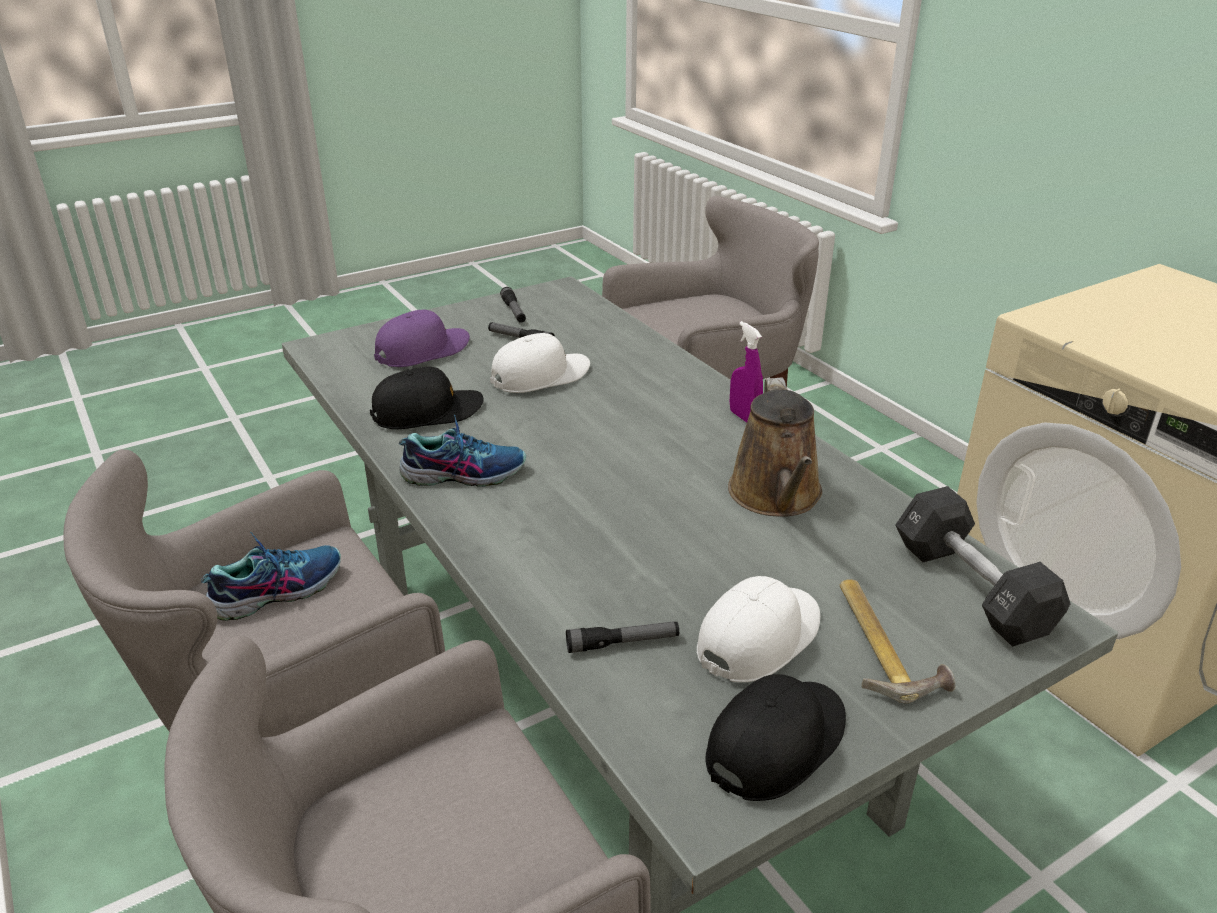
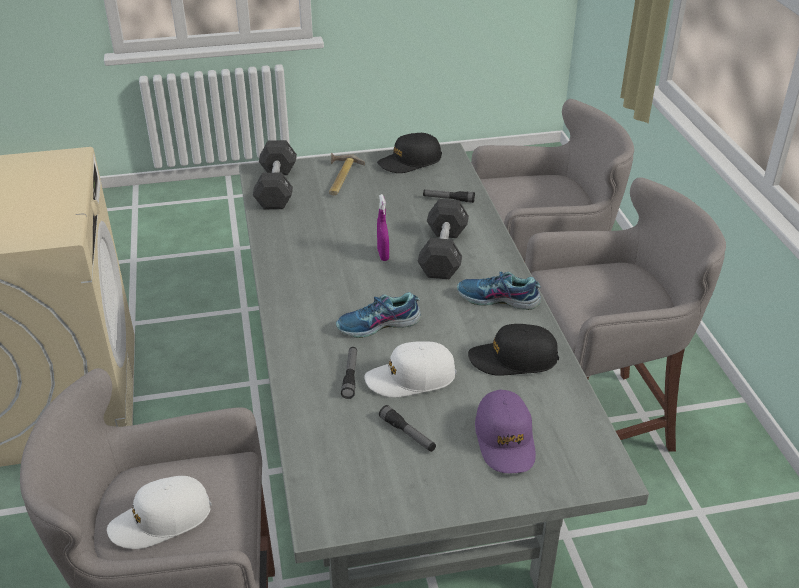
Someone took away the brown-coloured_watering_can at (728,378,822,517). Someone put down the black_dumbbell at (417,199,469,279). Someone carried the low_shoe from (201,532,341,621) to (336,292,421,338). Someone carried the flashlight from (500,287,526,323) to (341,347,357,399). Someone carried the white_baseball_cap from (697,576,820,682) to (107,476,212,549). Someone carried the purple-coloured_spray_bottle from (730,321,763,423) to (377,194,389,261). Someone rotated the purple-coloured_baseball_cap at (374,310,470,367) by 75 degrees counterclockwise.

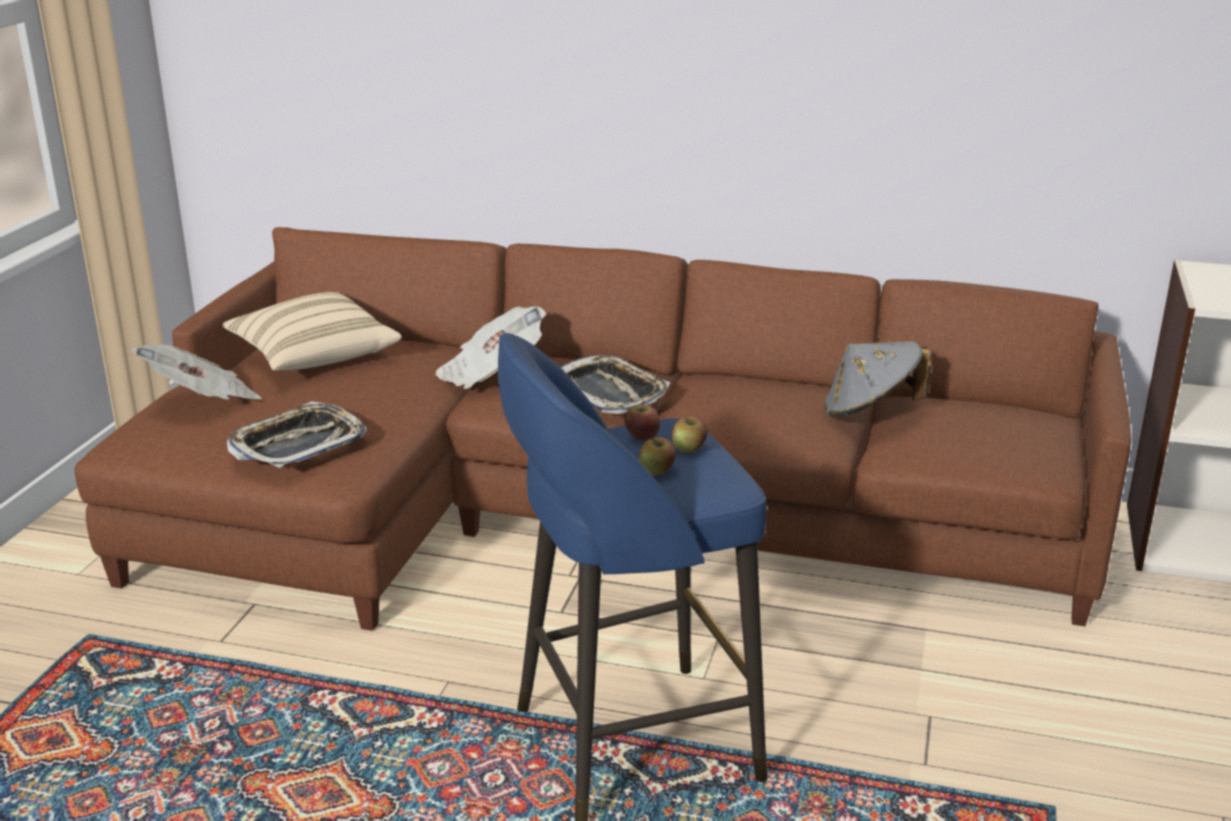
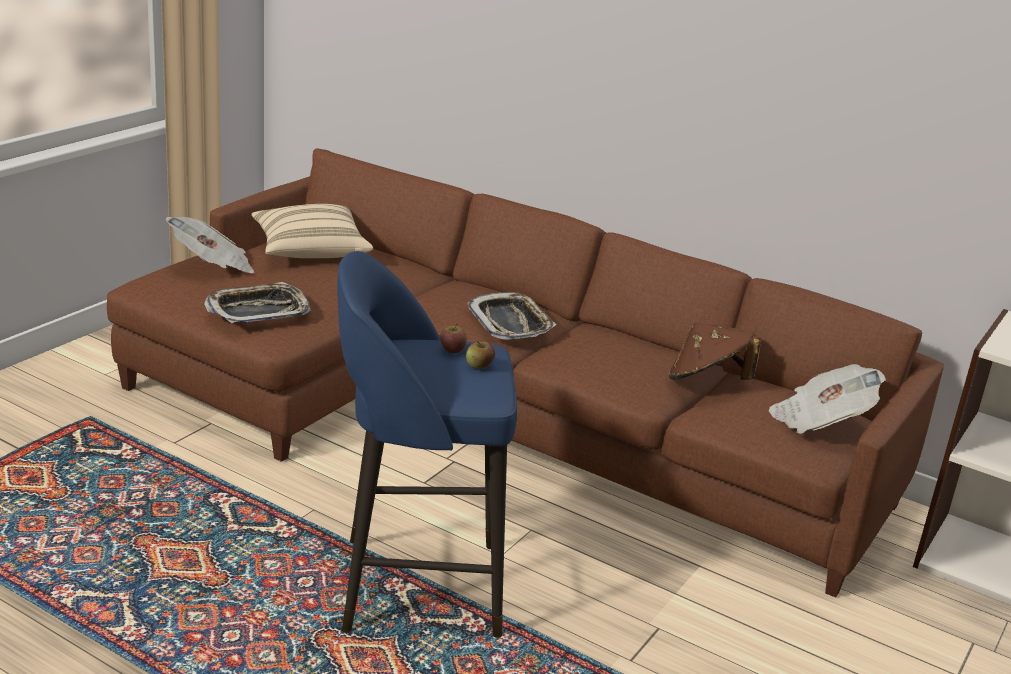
Someone took away the apple at (639,437,676,475). Someone carried the newspaper from (436,306,546,389) to (768,364,886,434). Someone repainted the grey_clothing_hat at (824,341,932,418), which became the brown-coloured_clothing_hat at (669,322,761,380).

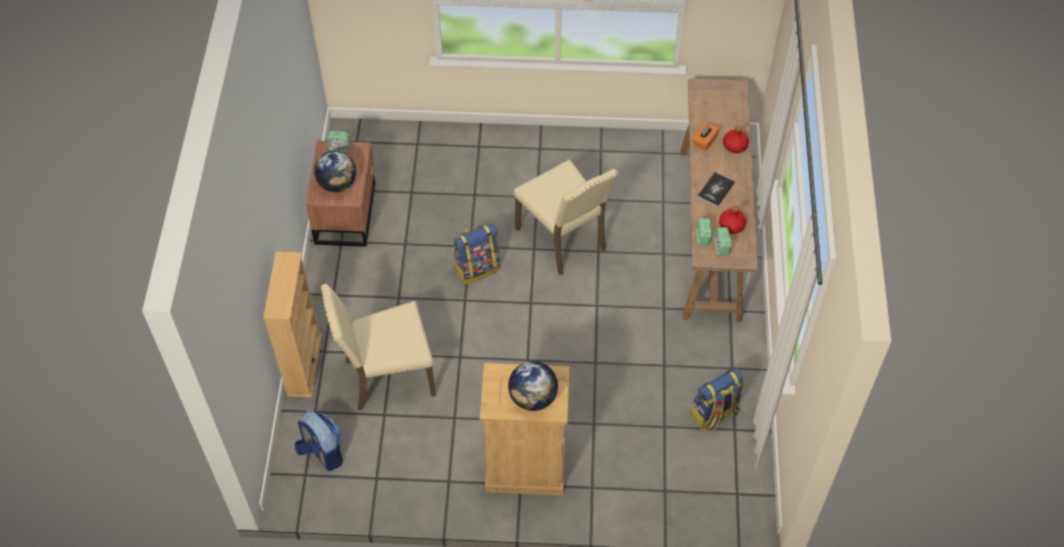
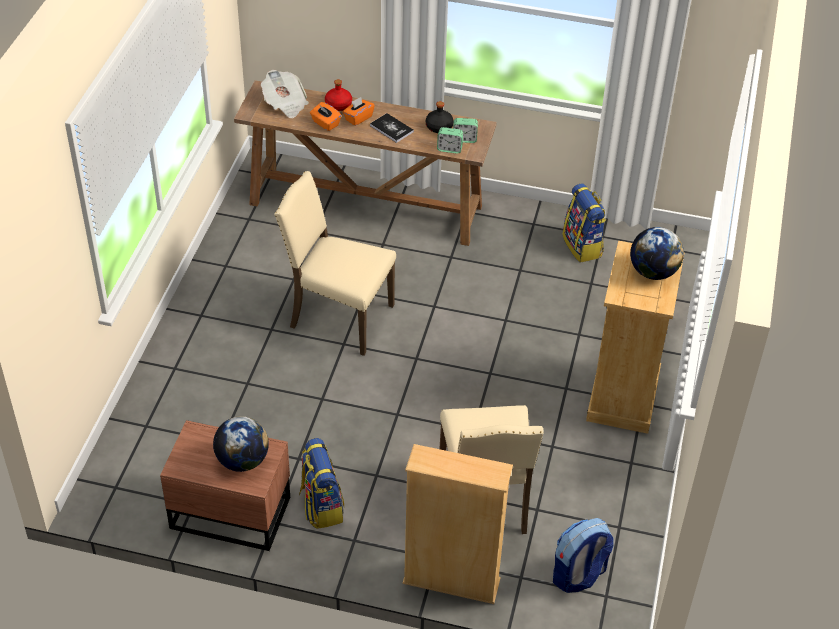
Someone took away the table_clock at (326,131,350,152). Someone put down the newspaper at (261,70,309,118). Someone put down the orangey_box_of_tissues at (343,97,375,126). Someone carried the rucksack from (453,223,500,284) to (299,438,344,529). Someone repainted the red-coloured_beverage_bottle at (719,205,746,234), which became the black_beverage_bottle at (426,101,454,133). Someone rotated the beige_chair at (514,160,618,276) by 135 degrees counterclockwise.

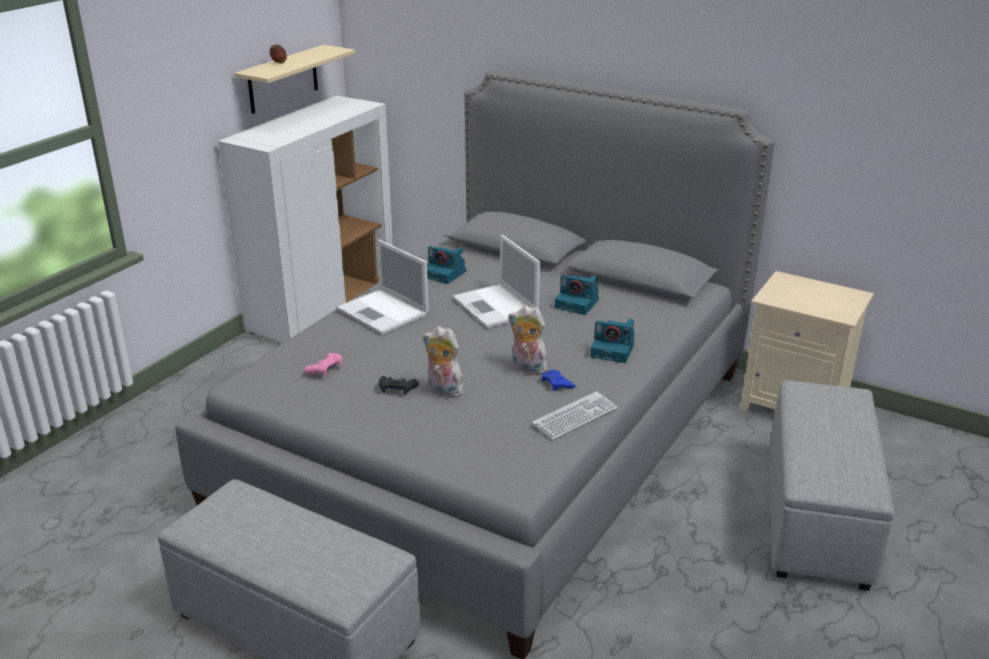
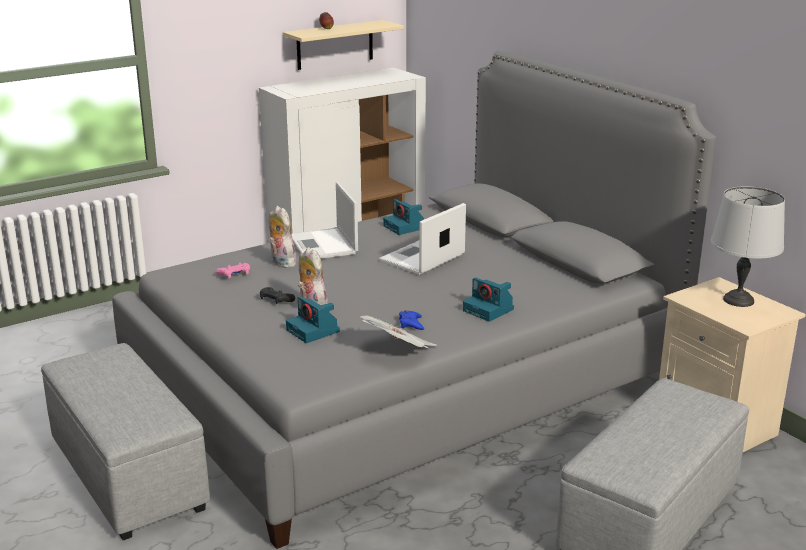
Someone put down the grey_tabletop_lamp at (711,186,785,307). Someone carried the cuddly_toy from (508,305,547,375) to (268,206,296,268). Someone carried the still_camera from (555,275,599,315) to (286,296,340,343). Someone swapped the keyboard at (532,391,618,440) for the newspaper at (360,315,437,348). Someone rotated the laptop at (453,235,540,328) by 45 degrees clockwise.

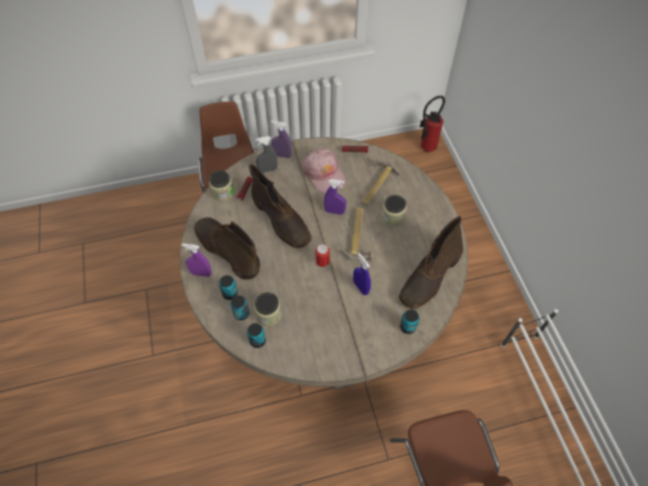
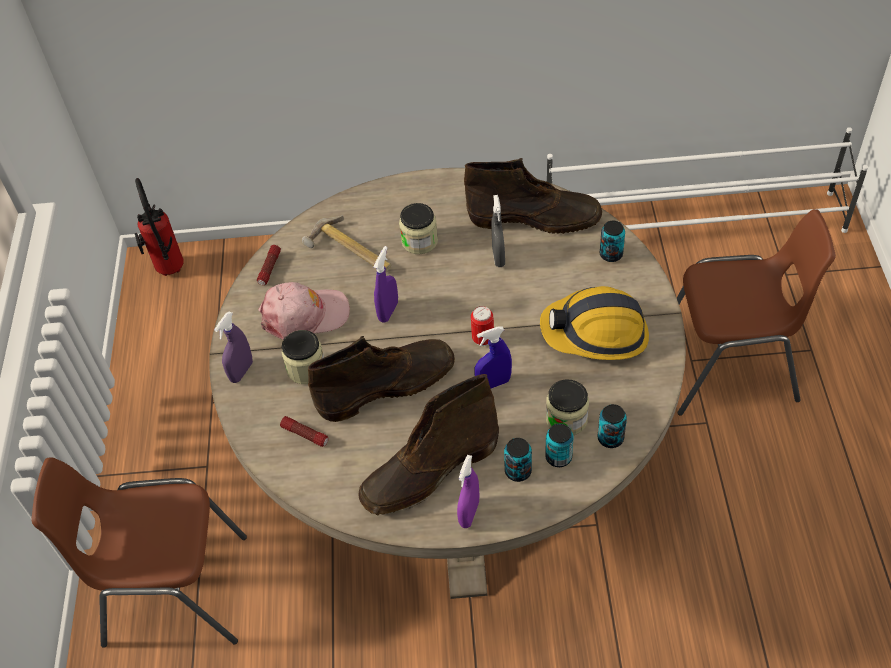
Someone took away the hammer at (340,207,372,261). Someone put down the hard_hat at (540,286,649,360). Someone carried the storage_jar from (209,170,234,202) to (282,330,324,384). Someone carried the grey_spray_bottle from (256,136,277,173) to (491,195,505,267). Someone carried the bluish_spray_bottle from (353,253,371,295) to (474,326,512,389). Someone rotated the brown-coloured_tall_boot at (399,216,463,309) by 45 degrees counterclockwise.

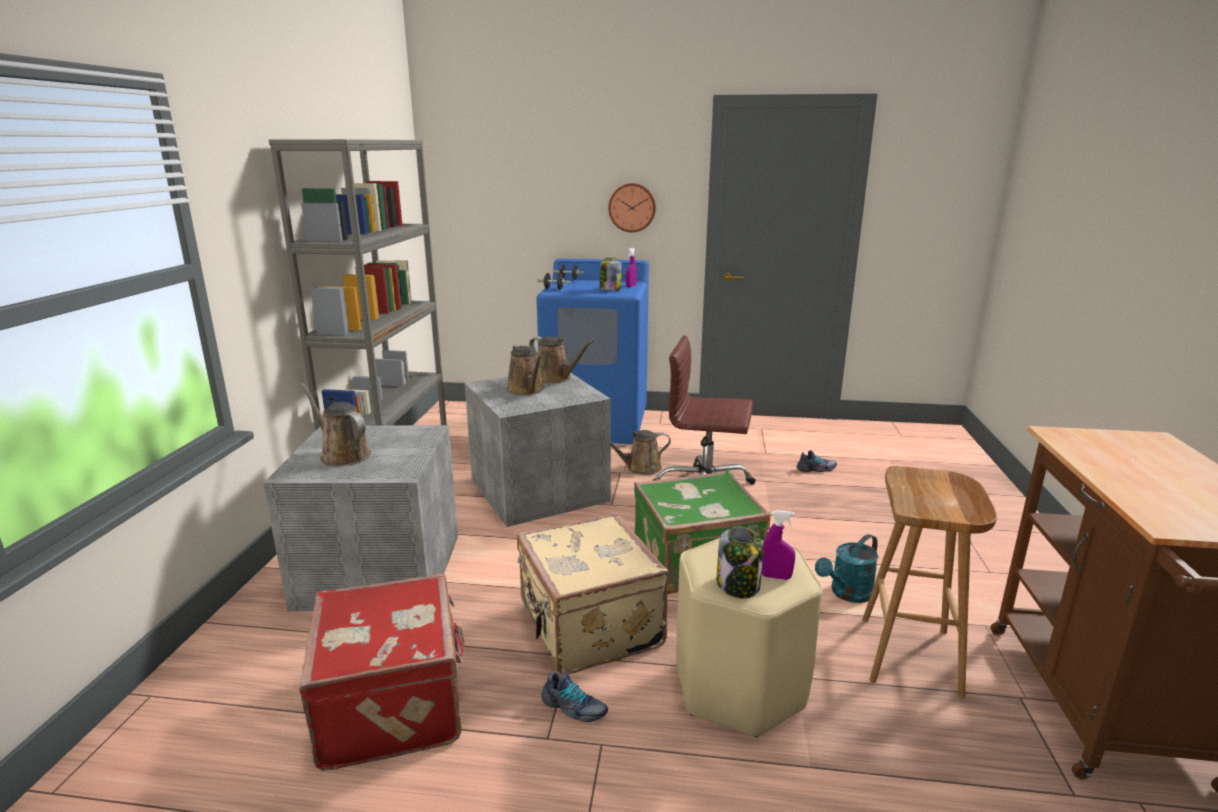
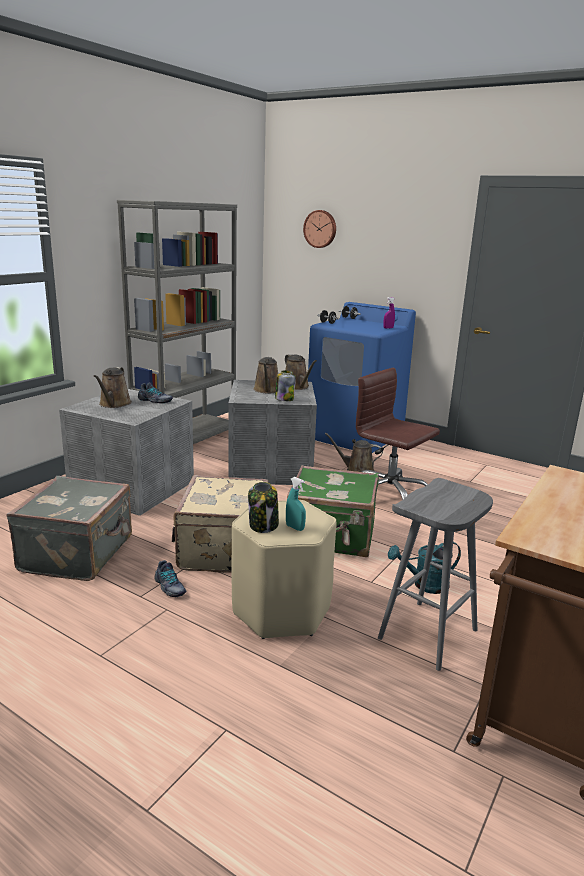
Someone carried the storage_jar from (600,258,622,291) to (275,370,296,401). Someone carried the clock_on_the_wall from (608,183,656,232) to (303,210,336,248). Someone carried the low_shoe from (797,450,837,472) to (138,382,173,403). Someone repainted the red-coloured_travel_case at (299,574,464,771), which became the grey_travel_case at (6,476,132,581). Someone repainted the purple-coloured_spray_bottle at (762,510,795,580), which became the turquoise-coloured_spray_bottle at (286,477,306,531). Someone repainted the brown-coloured_stool at (862,466,997,698), which became the grey_stool at (378,478,493,671). Someone rotated the brown-coloured_watering_can at (301,383,371,466) by 150 degrees counterclockwise.

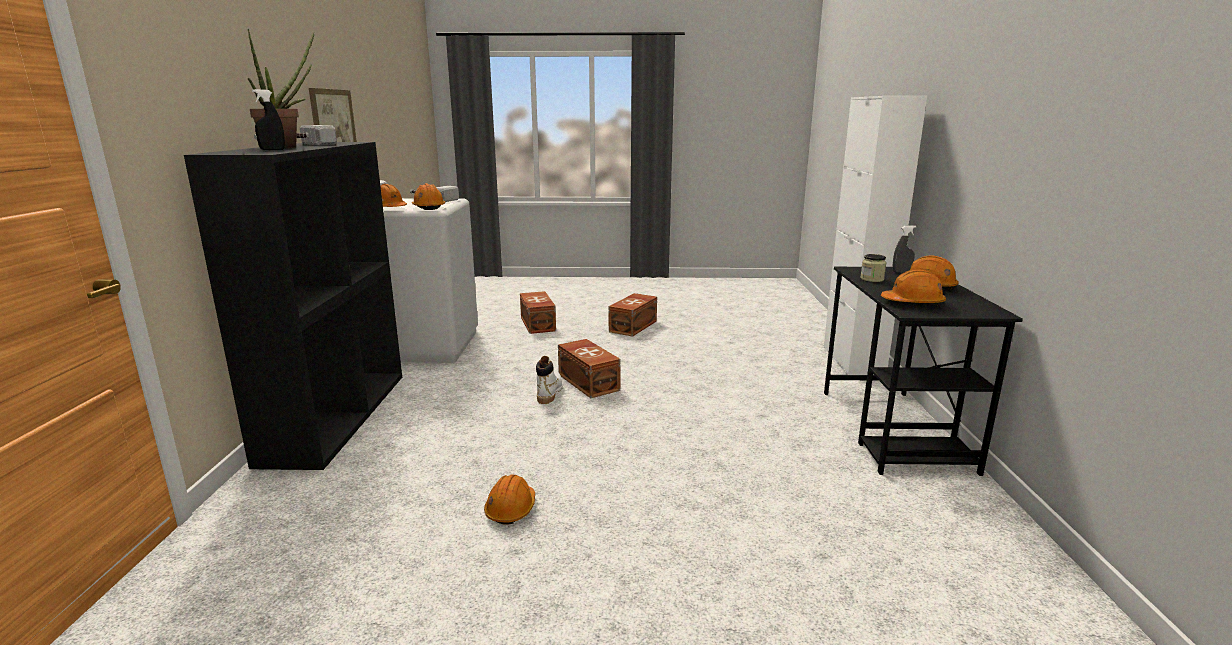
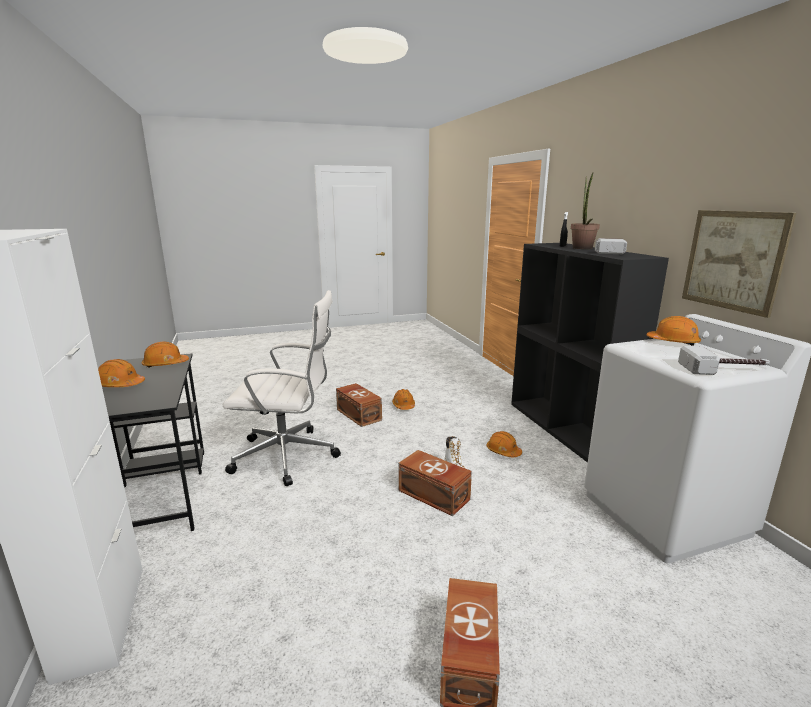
Someone took away the storage_jar at (860,254,886,282). Someone took away the grey_spray_bottle at (892,225,916,273). Someone put down the white_office_chair at (223,290,341,486). Someone carried the orangey_hard_hat from (412,183,445,210) to (487,431,522,457). Someone carried the brown-coloured_storage_bin from (520,291,556,334) to (336,383,382,427).

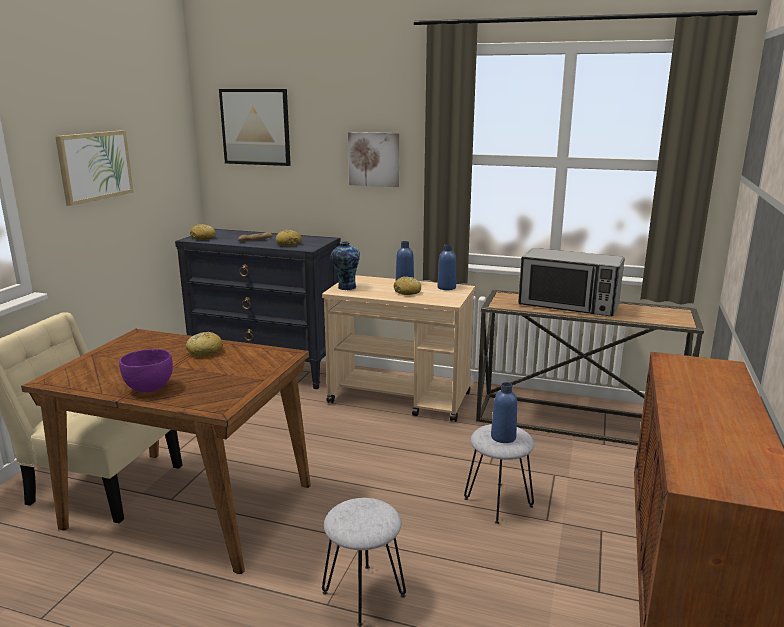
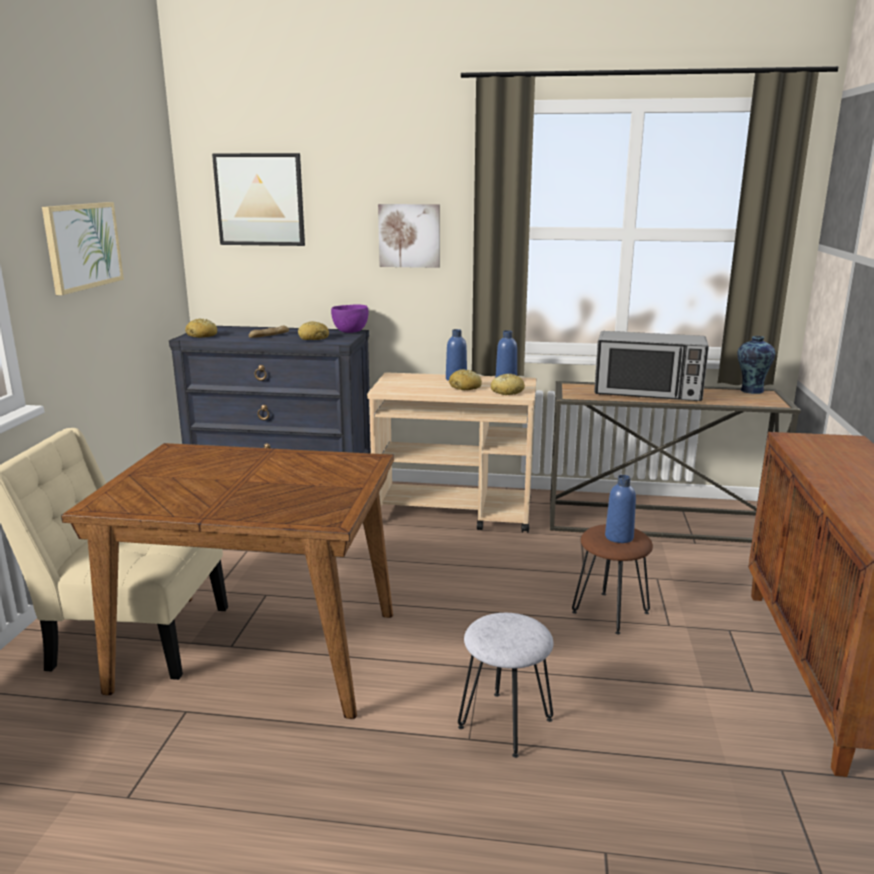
Someone carried the purple-coloured_serving_bowl from (119,349,173,392) to (331,305,369,333). Someone carried the bakery_bread from (186,332,223,357) to (491,374,525,395). Someone carried the vase from (331,241,360,290) to (738,336,775,394). Someone repainted the grey_stool at (464,424,534,524), which became the brown-coloured_stool at (572,524,653,634).

